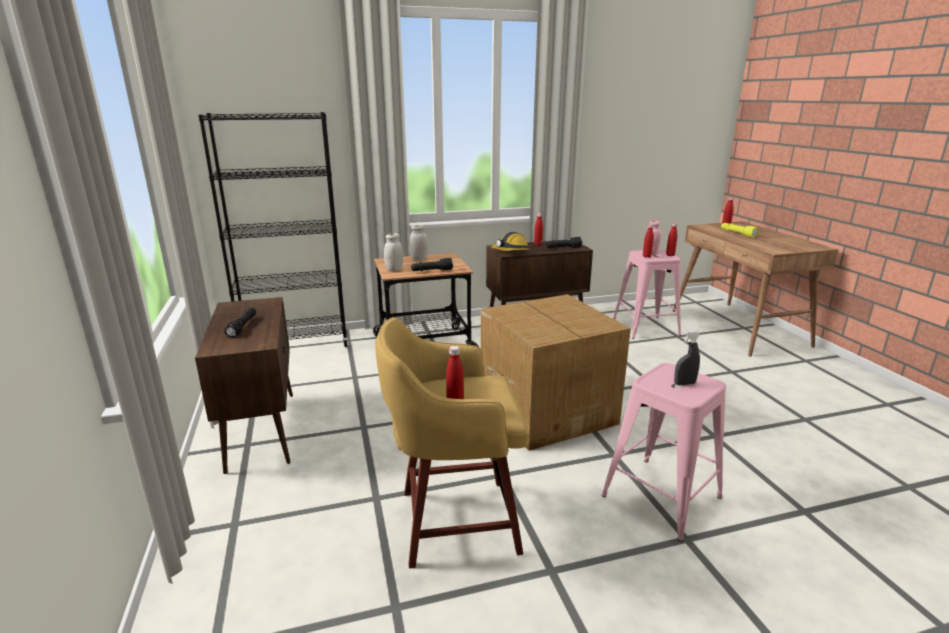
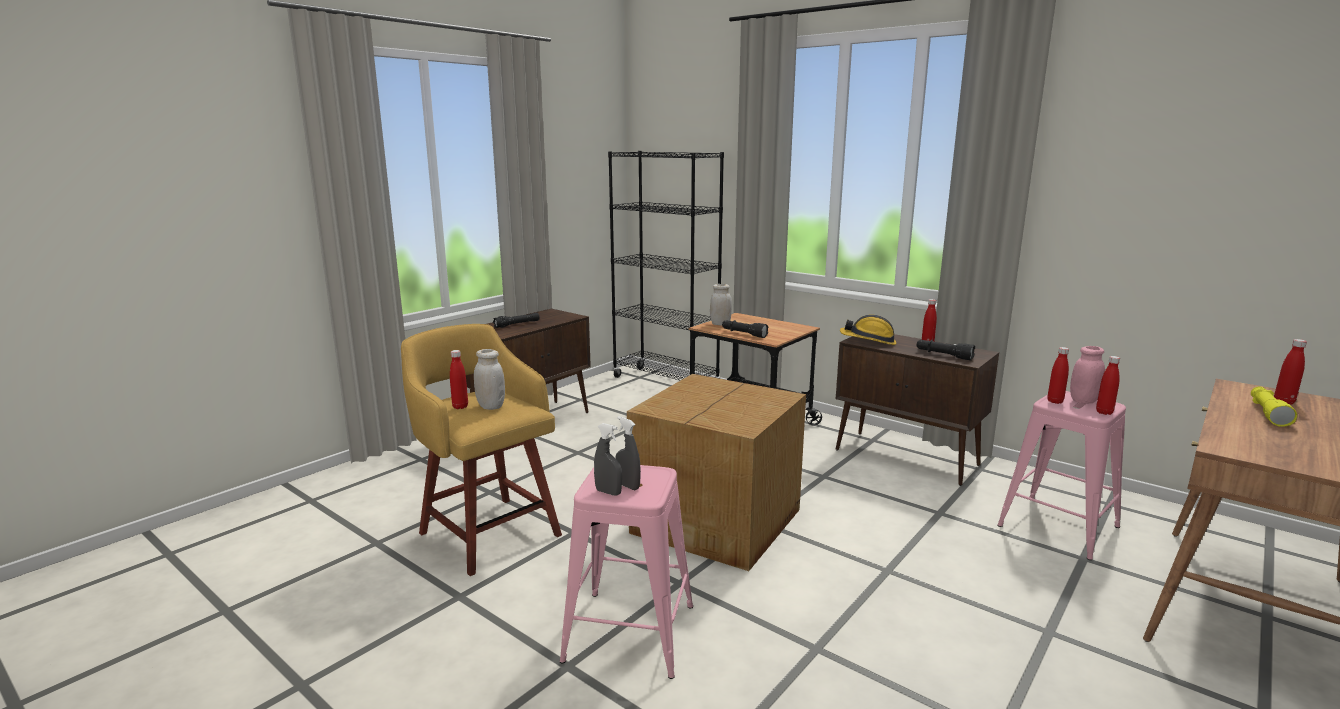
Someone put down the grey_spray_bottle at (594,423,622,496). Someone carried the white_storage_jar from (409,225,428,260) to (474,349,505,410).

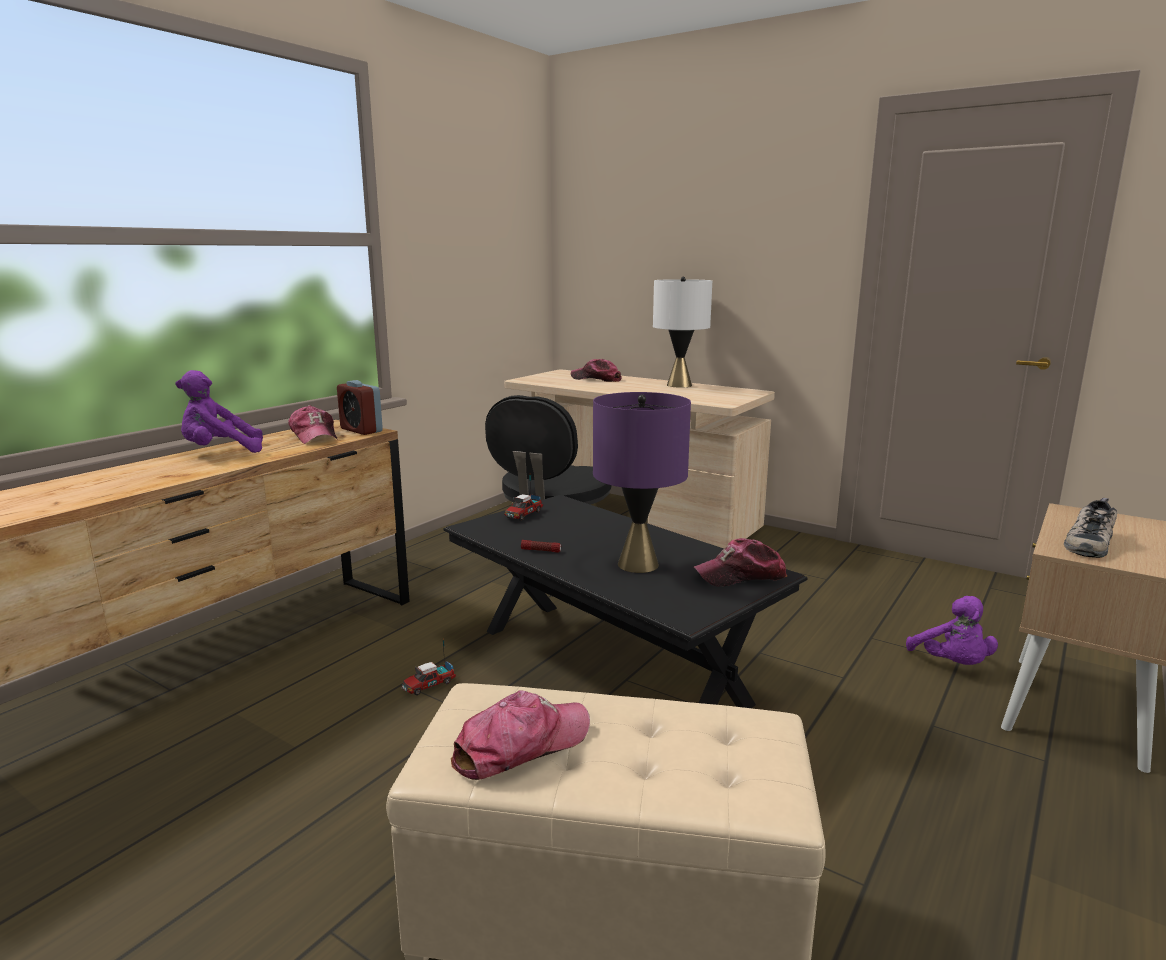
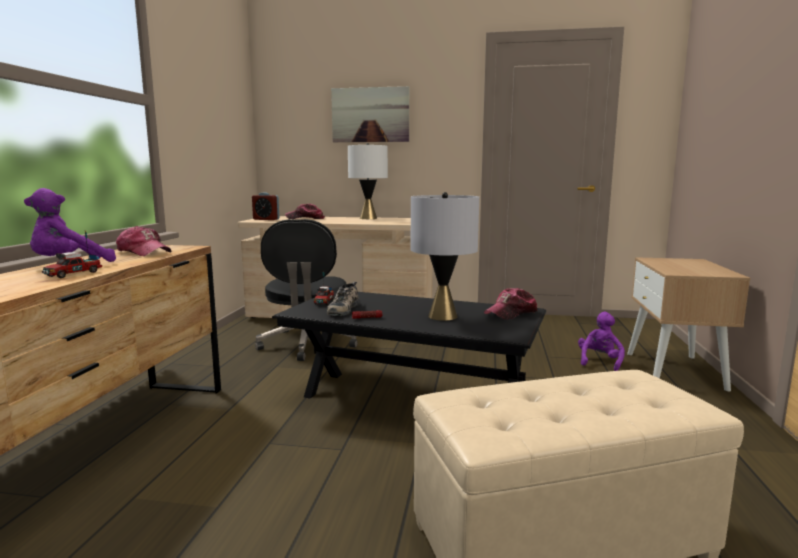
Someone took away the baseball_cap at (451,690,590,780). Someone put up the wall_picture at (331,86,409,142). Someone carried the table_clock from (337,380,383,435) to (252,193,279,220). Someone carried the toy_lorry from (401,641,456,696) to (42,230,102,278). Someone carried the low_shoe from (1064,498,1117,558) to (327,282,360,317). Someone repainted the purple-coloured_tabletop_lamp at (593,392,691,573), which became the grey_tabletop_lamp at (411,192,479,321). Someone rotated the purple-coloured_cuddly_toy at (906,596,998,665) by 120 degrees counterclockwise.

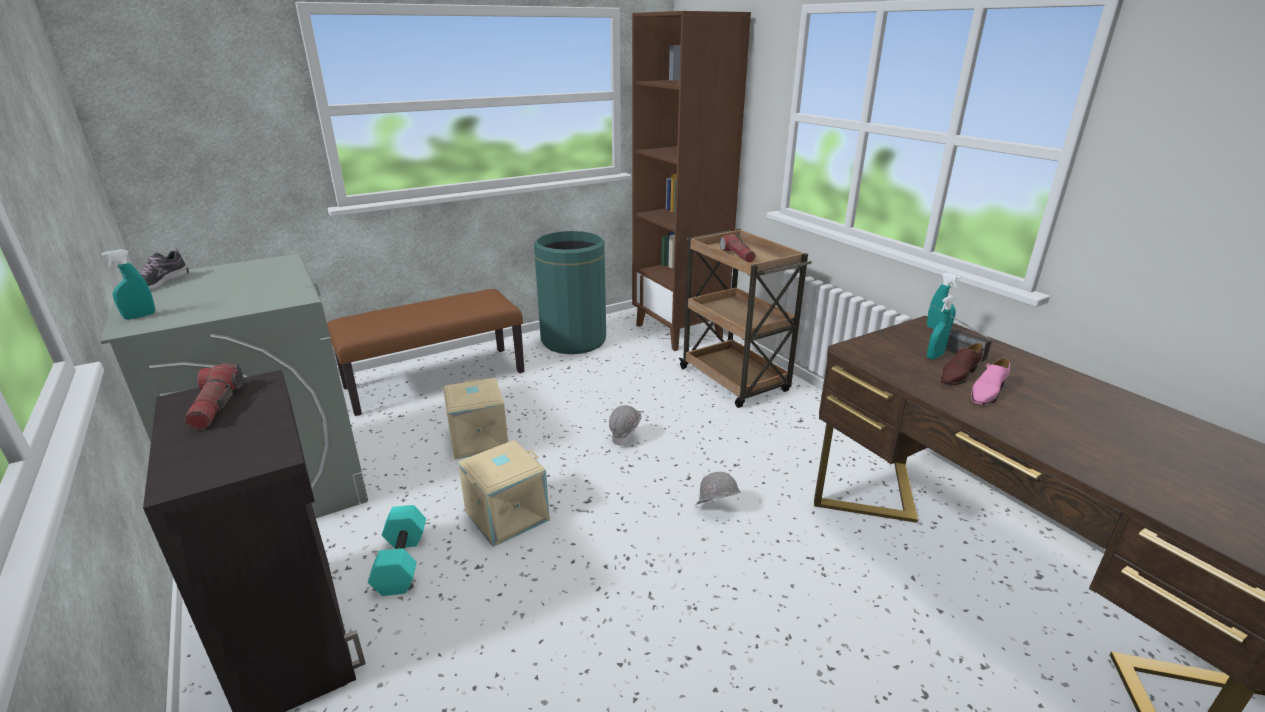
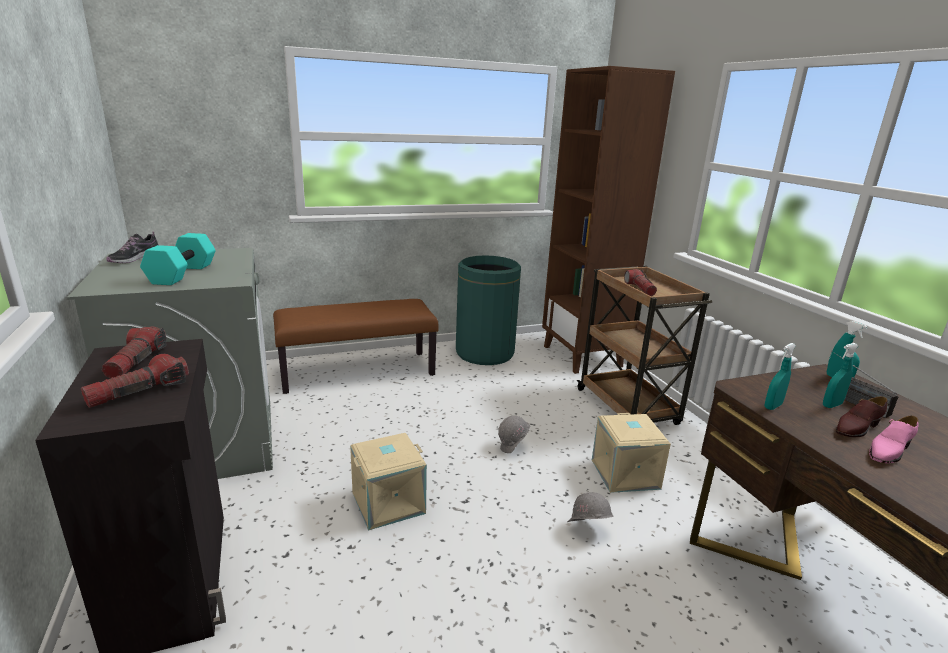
Someone put down the flashlight at (81,354,189,408). Someone carried the turquoise-coloured_spray_bottle from (101,249,155,320) to (764,343,796,410). Someone carried the turquoise-coloured_dumbbell from (368,505,426,596) to (140,233,216,285). Someone carried the beige_storage_bin from (443,378,508,460) to (592,413,671,493).

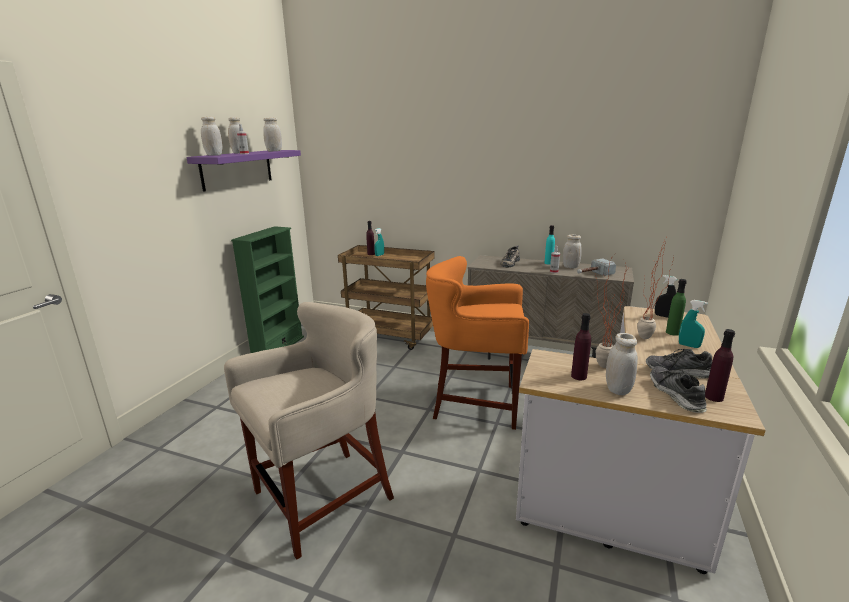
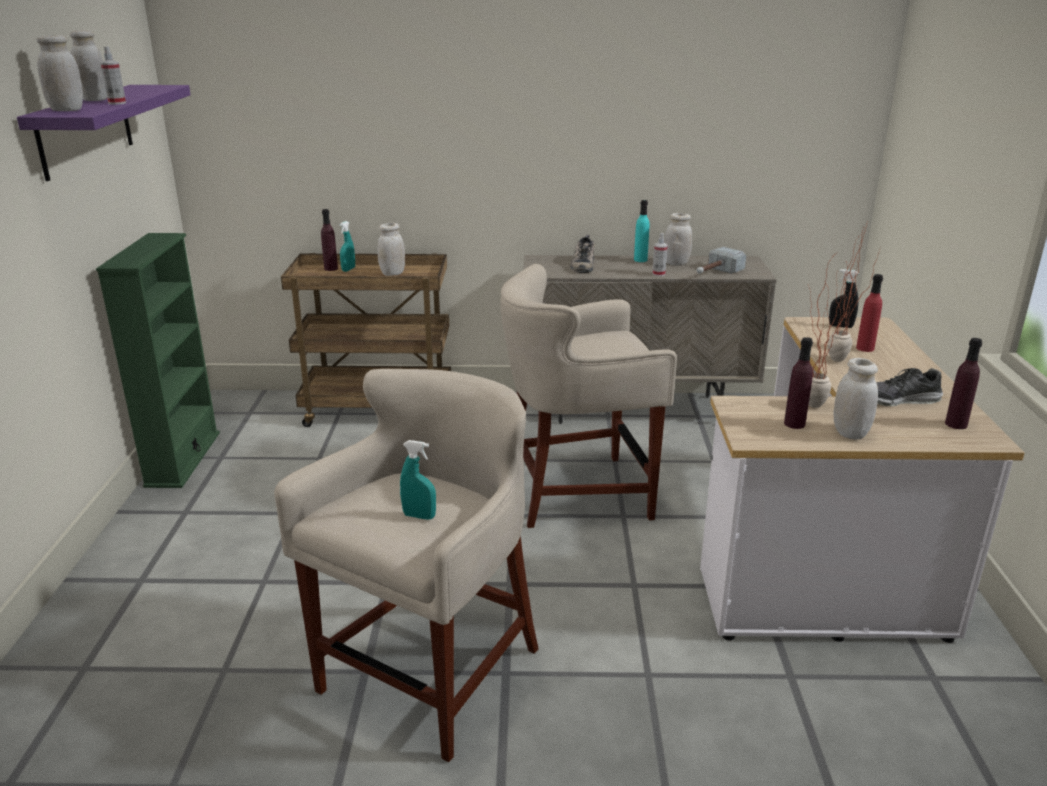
Someone took away the low_shoe at (650,366,707,413). Someone carried the white_storage_jar from (263,117,282,151) to (377,223,405,276). Someone carried the turquoise-coloured_spray_bottle from (679,300,708,348) to (400,440,436,520). Someone repainted the orangey_stool at (426,256,529,430), which became the beige_stool at (500,264,677,528). Someone repainted the green-coloured_beverage_bottle at (666,279,687,336), which became the red-coloured_beverage_bottle at (856,274,883,352).

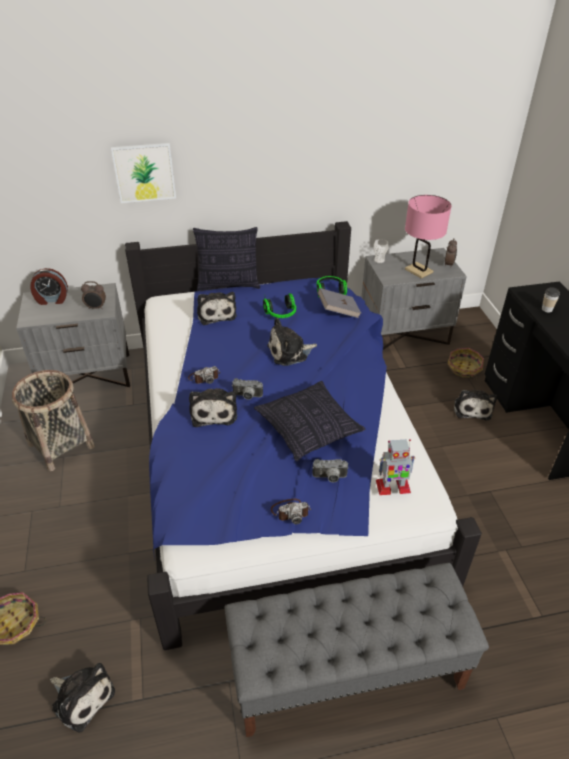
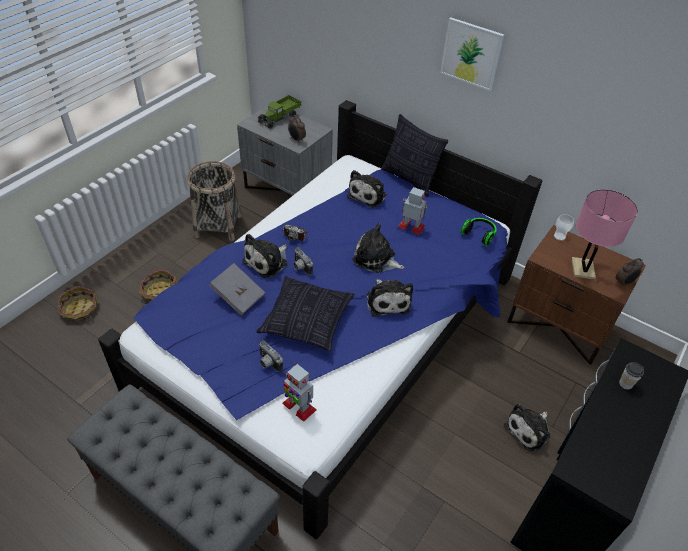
Someone took away the still_camera at (271,499,311,524). Someone carried the cuddly_toy from (50,663,115,732) to (367,279,413,317). Someone carried the wall_picture from (111,143,176,203) to (440,18,504,91). Someone carried the grey_bound_book from (318,288,361,318) to (209,263,265,315). Someone carried the storage_basket from (447,348,484,380) to (139,269,179,303). Someone swapped the table_clock at (30,268,68,305) for the toy_lorry at (258,95,301,129). Someone swapped the pair_of_headphones at (263,293,296,318) for the model_robot at (398,187,428,235). Someone repainted the grey_night_table at (362,248,467,350), which became the brown-coloured_night_table at (508,225,646,365).

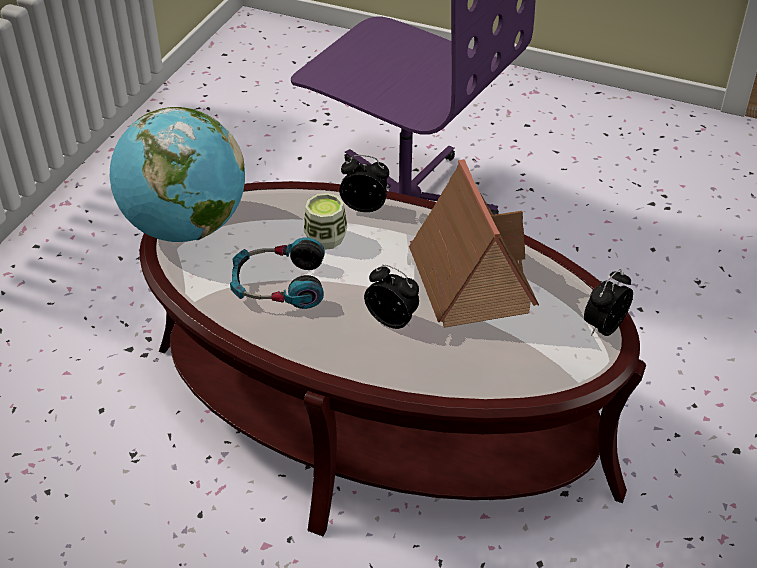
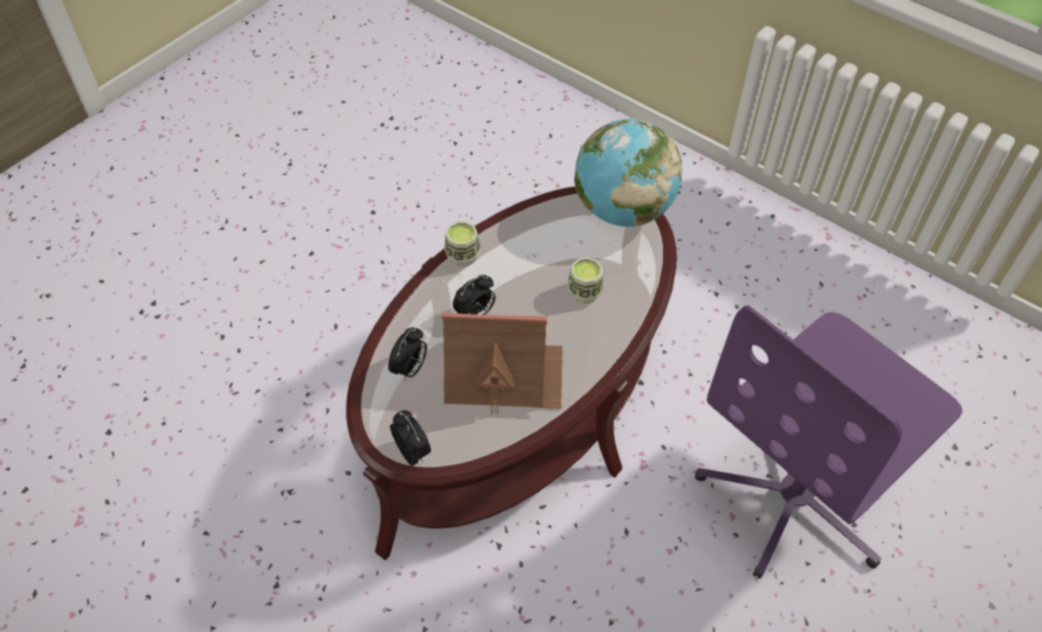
Someone took away the pair_of_headphones at (230,237,325,309). Someone put down the small_cup at (444,221,481,266). Someone carried the table_clock from (339,155,389,212) to (388,328,427,381).

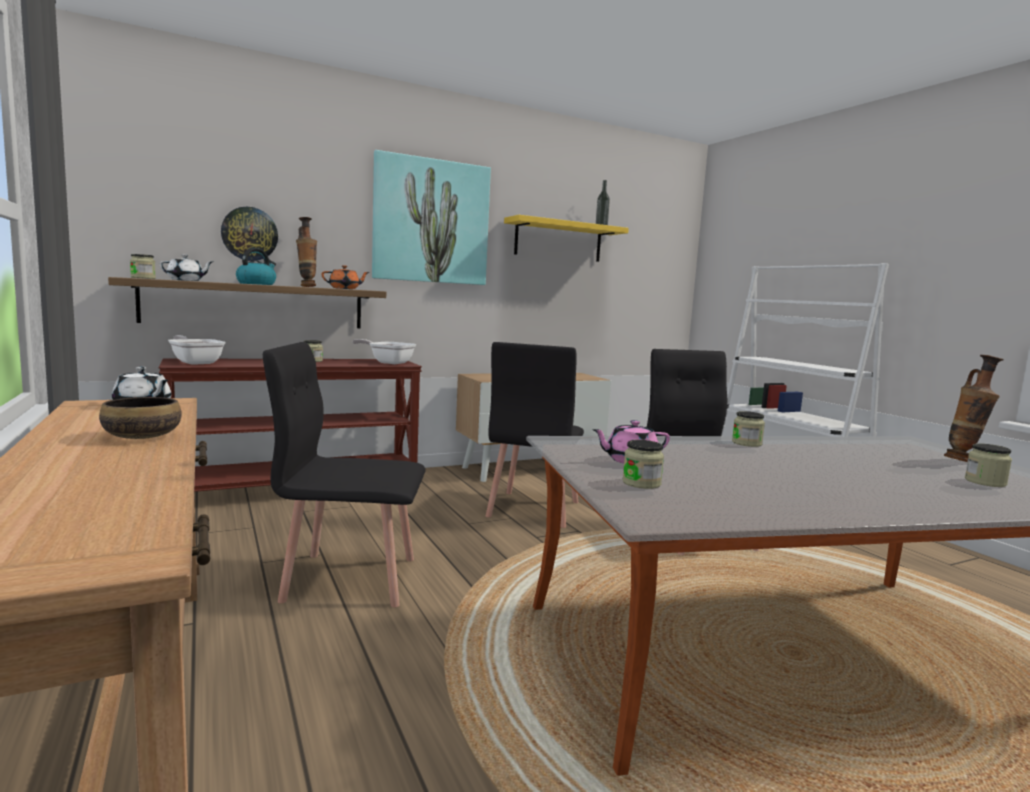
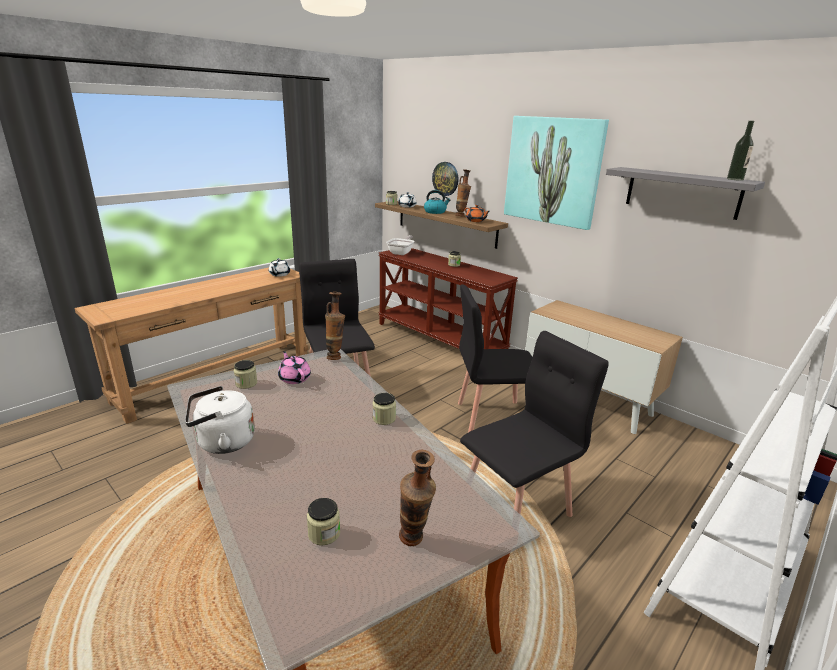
Someone took away the serving_bowl at (99,397,182,439). Someone took away the skillet at (352,339,416,364). Someone put down the white_kettle at (185,386,255,454). Someone put down the vase at (325,292,345,360). Someone repainted the yellow-coloured_bracket_shelf at (504,215,629,262), which became the grey_bracket_shelf at (606,167,765,220).

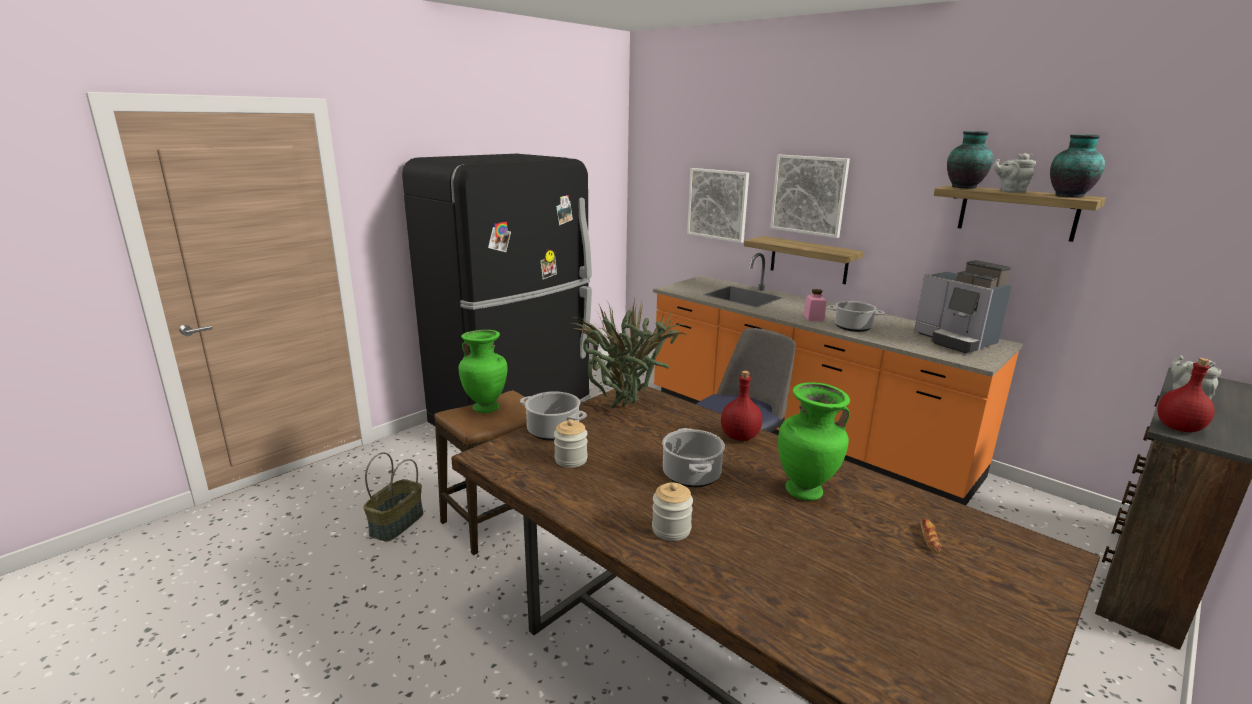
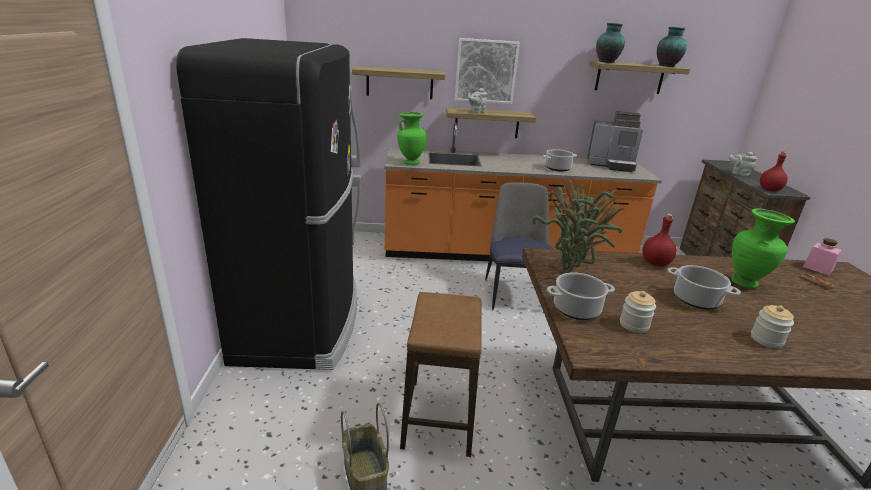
Someone carried the green-coloured_vase from (458,330,507,413) to (397,112,426,165). Someone carried the pink_storage_jar from (804,289,826,321) to (803,238,841,275). Someone carried the grey_tea_pot from (993,153,1036,193) to (468,88,488,113). Someone swapped the wall_picture at (687,168,749,243) for the bracket_shelf at (352,66,445,99).

